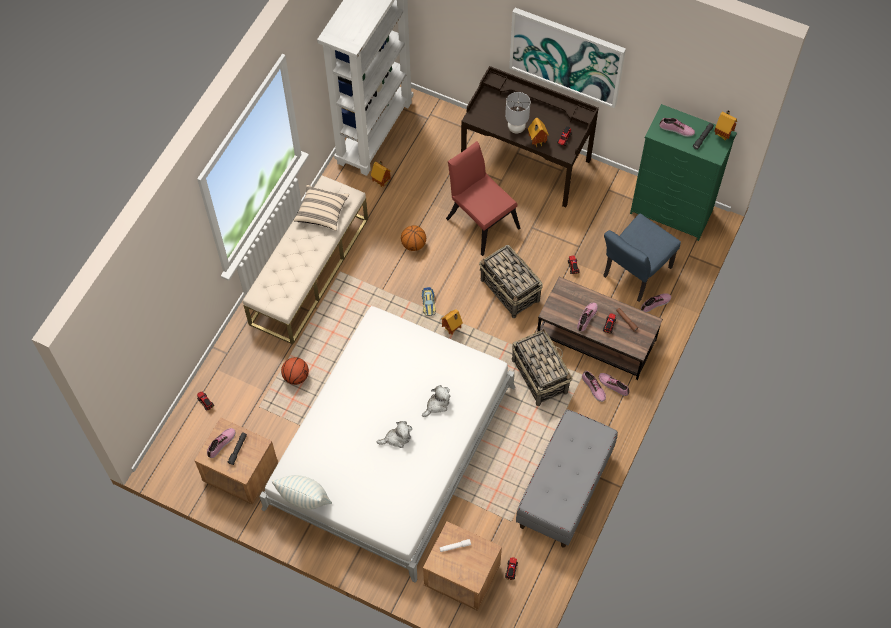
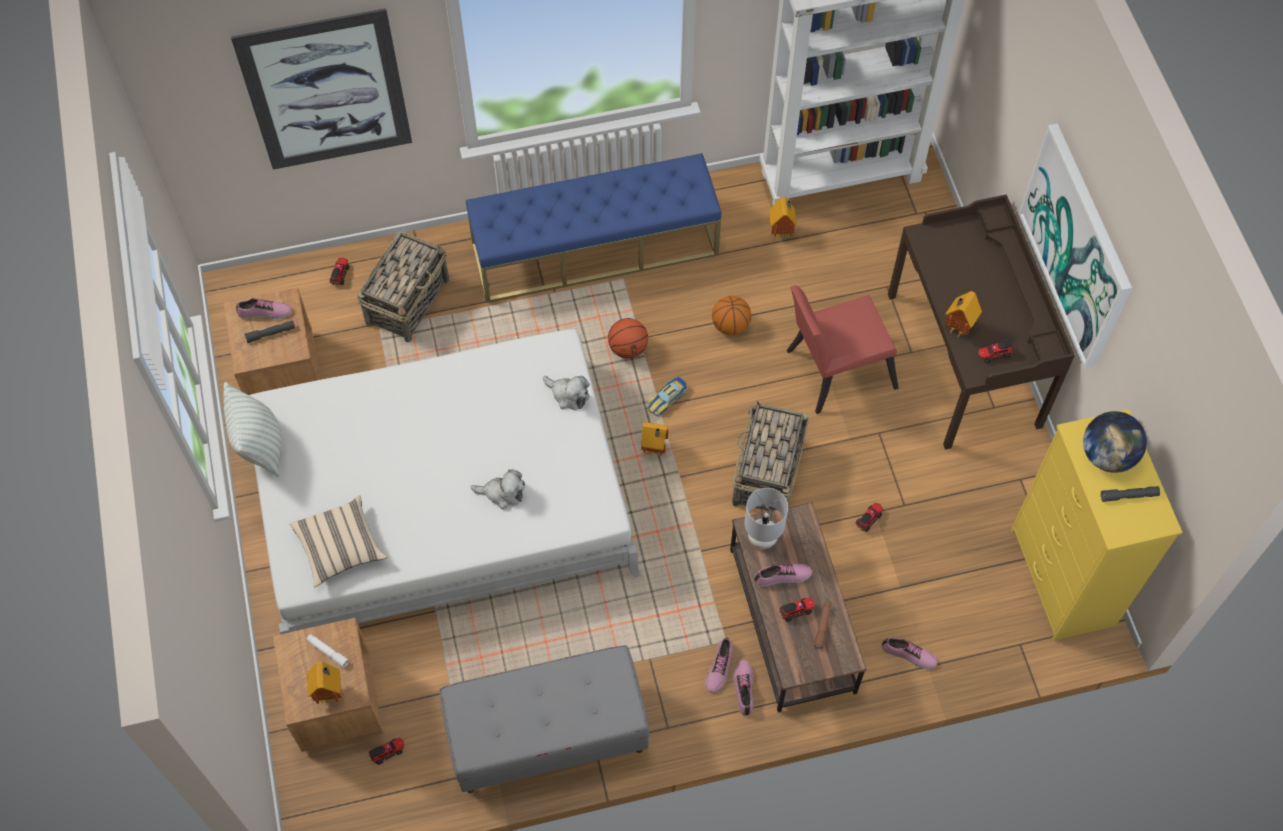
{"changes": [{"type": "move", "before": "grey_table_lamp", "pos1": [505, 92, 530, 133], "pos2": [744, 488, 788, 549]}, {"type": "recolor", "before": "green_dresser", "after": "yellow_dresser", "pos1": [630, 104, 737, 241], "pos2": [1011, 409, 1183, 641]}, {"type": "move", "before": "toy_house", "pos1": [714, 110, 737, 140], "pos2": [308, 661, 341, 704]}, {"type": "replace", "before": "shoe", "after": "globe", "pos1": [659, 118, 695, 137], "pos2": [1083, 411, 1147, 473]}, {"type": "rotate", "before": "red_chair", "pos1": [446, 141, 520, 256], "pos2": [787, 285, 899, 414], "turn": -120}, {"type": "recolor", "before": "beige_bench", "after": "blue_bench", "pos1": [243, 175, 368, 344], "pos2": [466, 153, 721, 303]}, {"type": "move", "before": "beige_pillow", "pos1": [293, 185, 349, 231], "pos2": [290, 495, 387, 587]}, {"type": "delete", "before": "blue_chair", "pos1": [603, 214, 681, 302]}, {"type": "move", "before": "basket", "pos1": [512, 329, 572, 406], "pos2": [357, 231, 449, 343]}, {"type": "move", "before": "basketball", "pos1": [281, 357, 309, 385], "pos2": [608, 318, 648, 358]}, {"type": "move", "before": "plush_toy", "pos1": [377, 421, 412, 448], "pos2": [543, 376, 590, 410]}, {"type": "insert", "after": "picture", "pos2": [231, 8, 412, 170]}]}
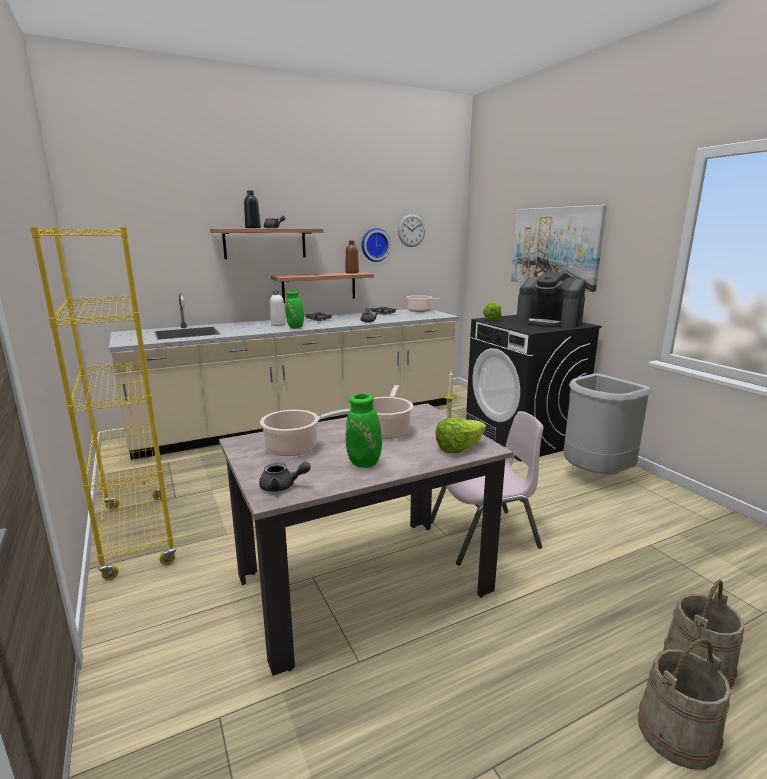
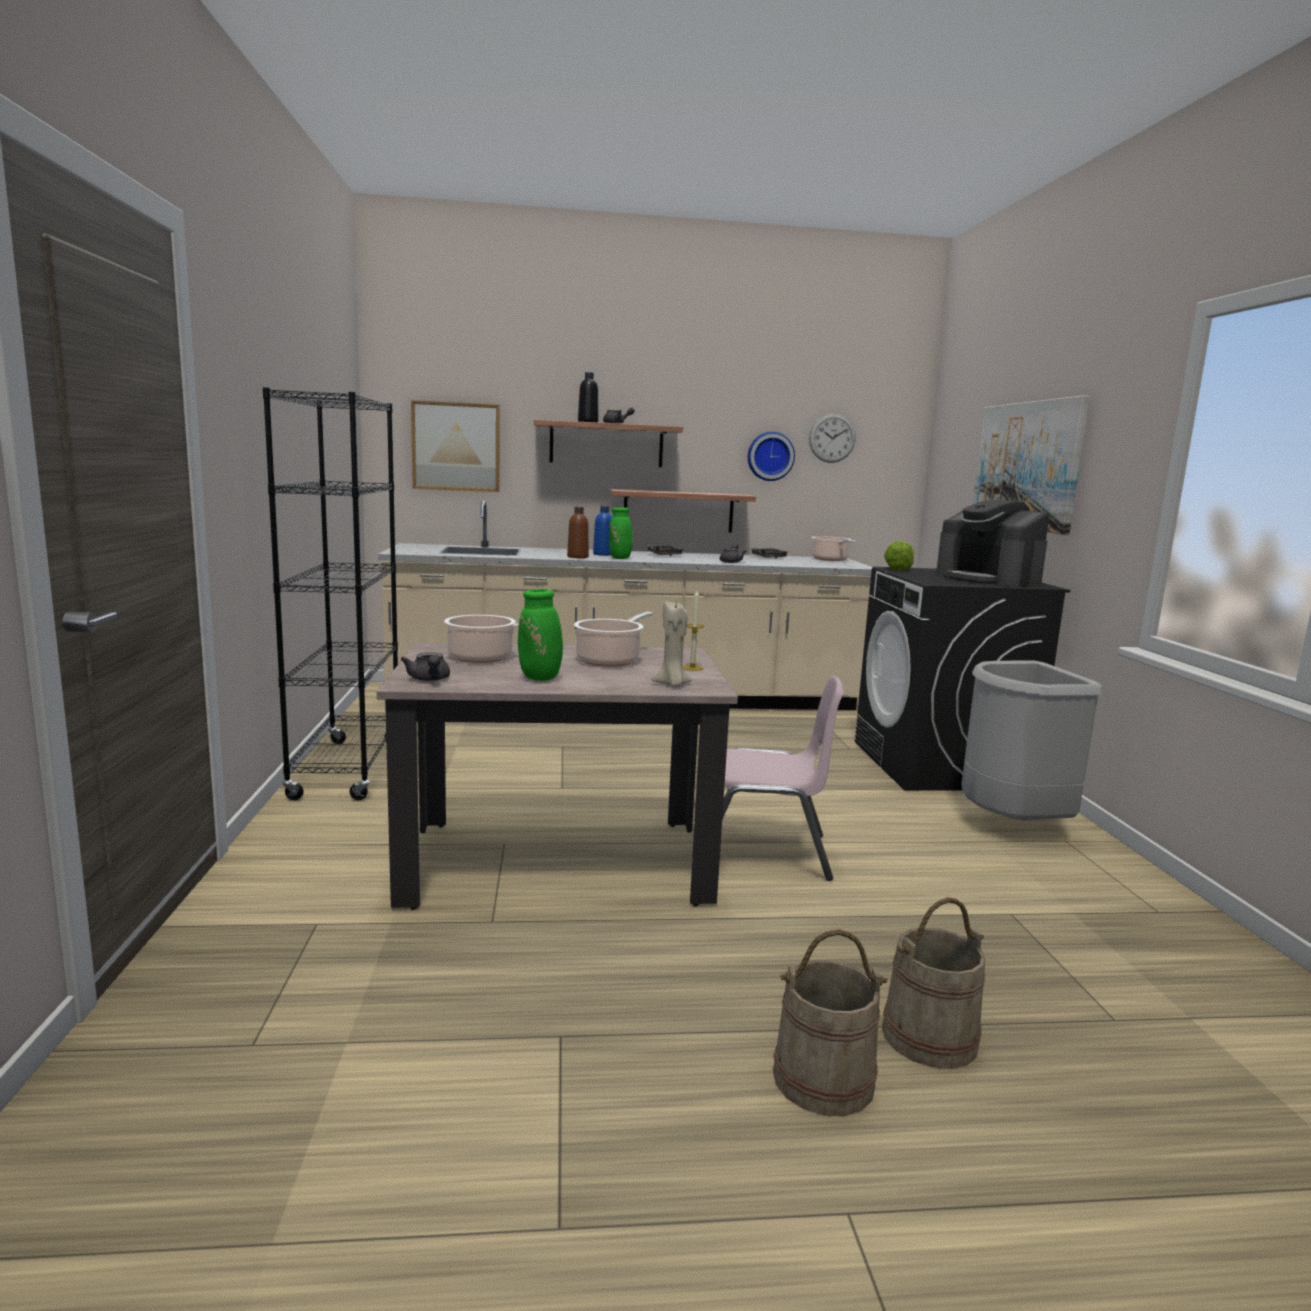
{"changes": [{"type": "recolor", "before": "yellow_bookcase", "after": "black_bookcase", "pos1": [30, 227, 177, 580], "pos2": [263, 387, 398, 800]}, {"type": "move", "before": "brown_bottle", "pos1": [345, 240, 359, 273], "pos2": [567, 507, 589, 558]}, {"type": "recolor", "before": "white_bottle", "after": "blue_bottle", "pos1": [270, 290, 286, 326], "pos2": [593, 506, 612, 556]}, {"type": "replace", "before": "lettuce", "after": "beige_candle", "pos1": [435, 418, 486, 453], "pos2": [652, 601, 692, 686]}, {"type": "rotate", "before": "grey_teapot", "pos1": [259, 462, 311, 492], "pos2": [401, 652, 450, 681], "turn": 45}, {"type": "insert", "after": "picture", "pos2": [411, 400, 500, 492]}]}
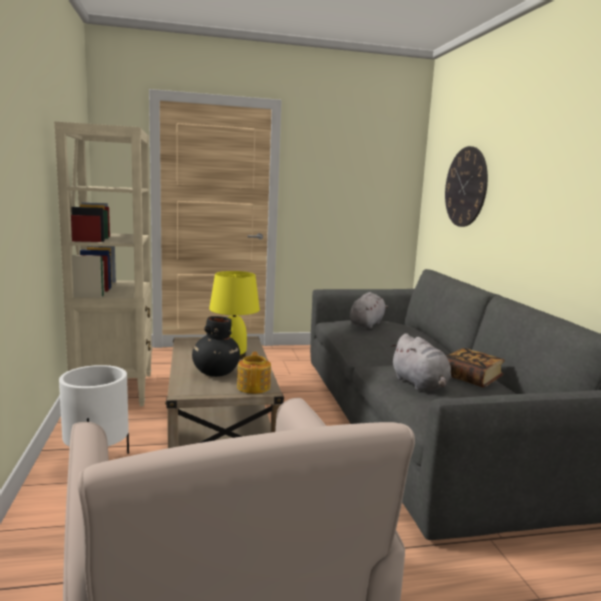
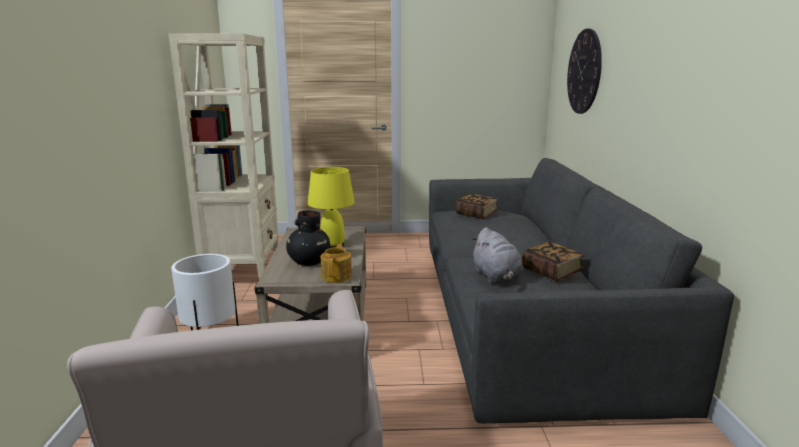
{"changes": [{"type": "replace", "before": "grey_plush_toy", "after": "book", "pos1": [350, 292, 388, 329], "pos2": [456, 194, 498, 219]}]}
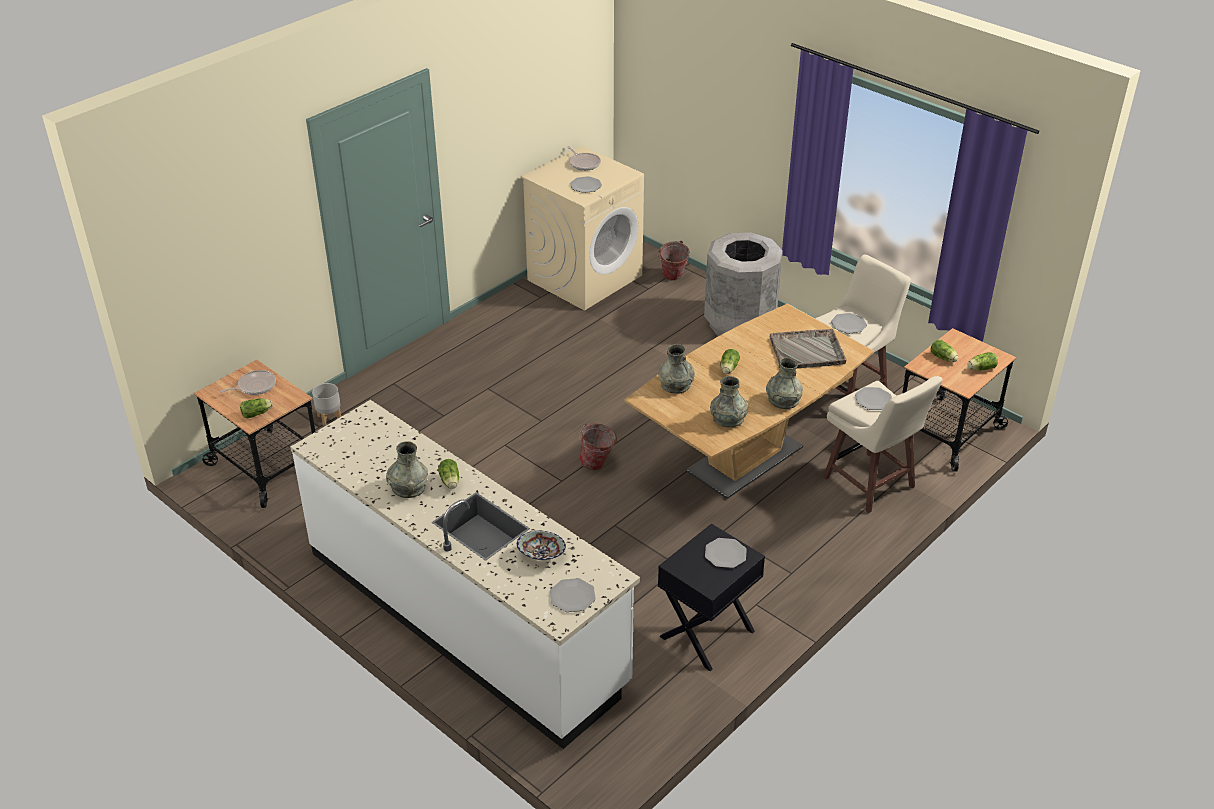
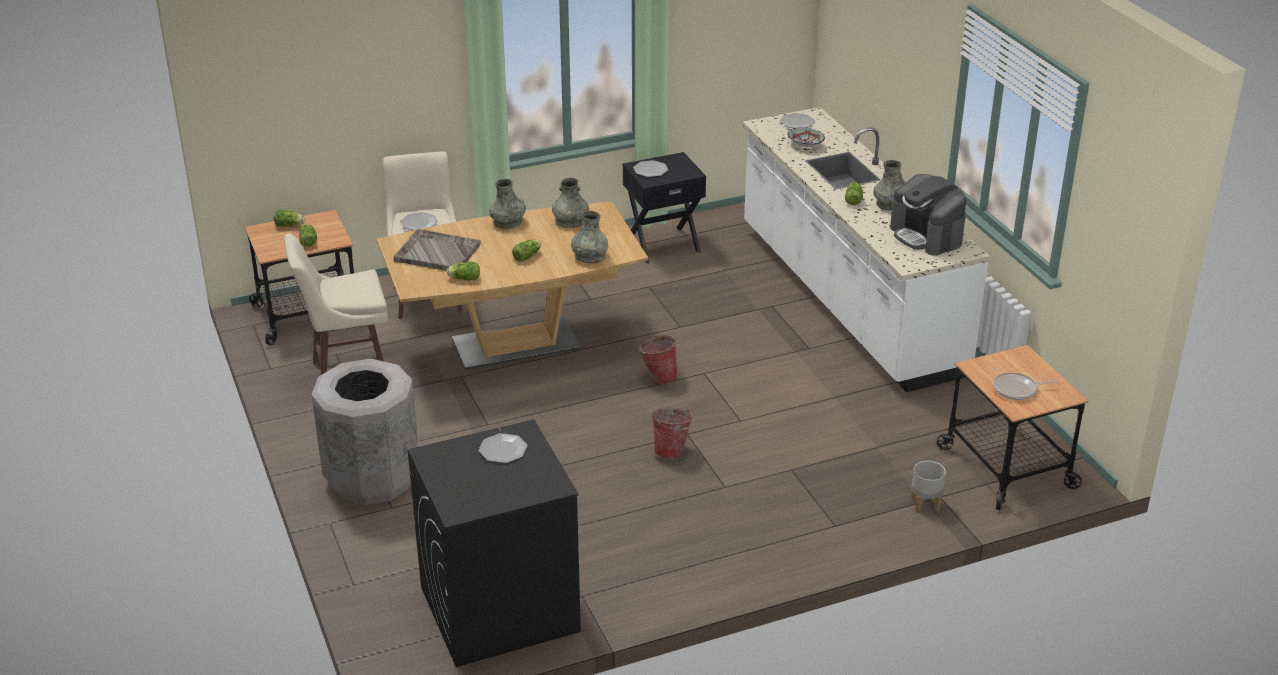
{"changes": [{"type": "recolor", "before": "beige_washing_machine", "after": "black_washing_machine", "pos1": [521, 146, 644, 311], "pos2": [408, 419, 581, 667]}, {"type": "delete", "before": "frying_pan", "pos1": [567, 146, 601, 171]}, {"type": "move", "before": "bucket", "pos1": [658, 241, 690, 281], "pos2": [652, 407, 694, 459]}, {"type": "delete", "before": "plate", "pos1": [831, 313, 867, 334]}, {"type": "move", "before": "lettuce", "pos1": [240, 398, 273, 418], "pos2": [447, 262, 480, 280]}, {"type": "insert", "after": "coffee_machine", "pos2": [890, 174, 966, 256]}]}
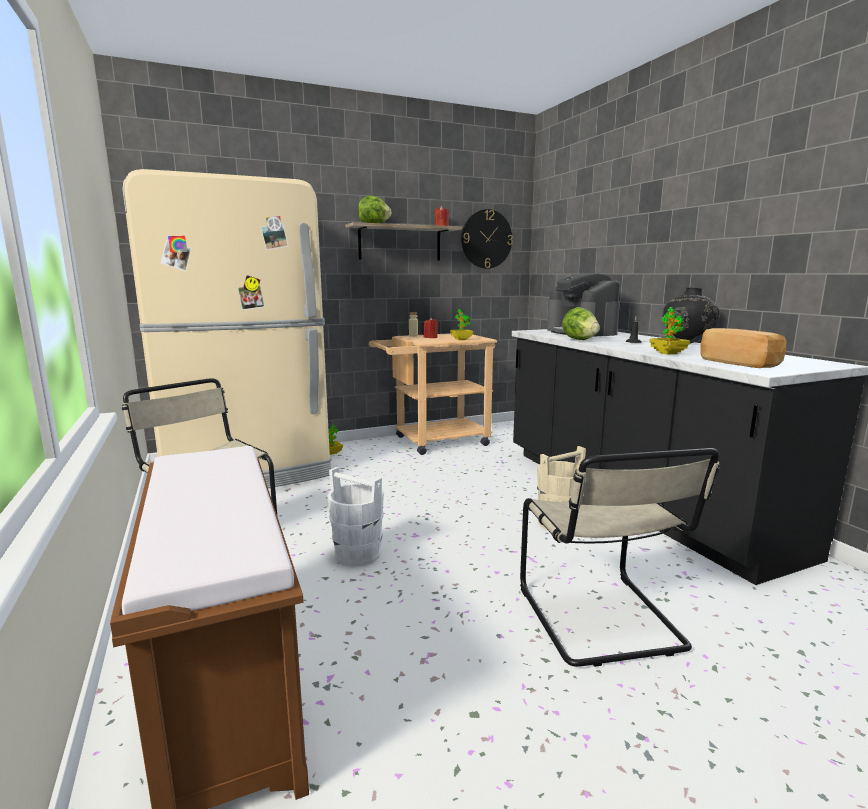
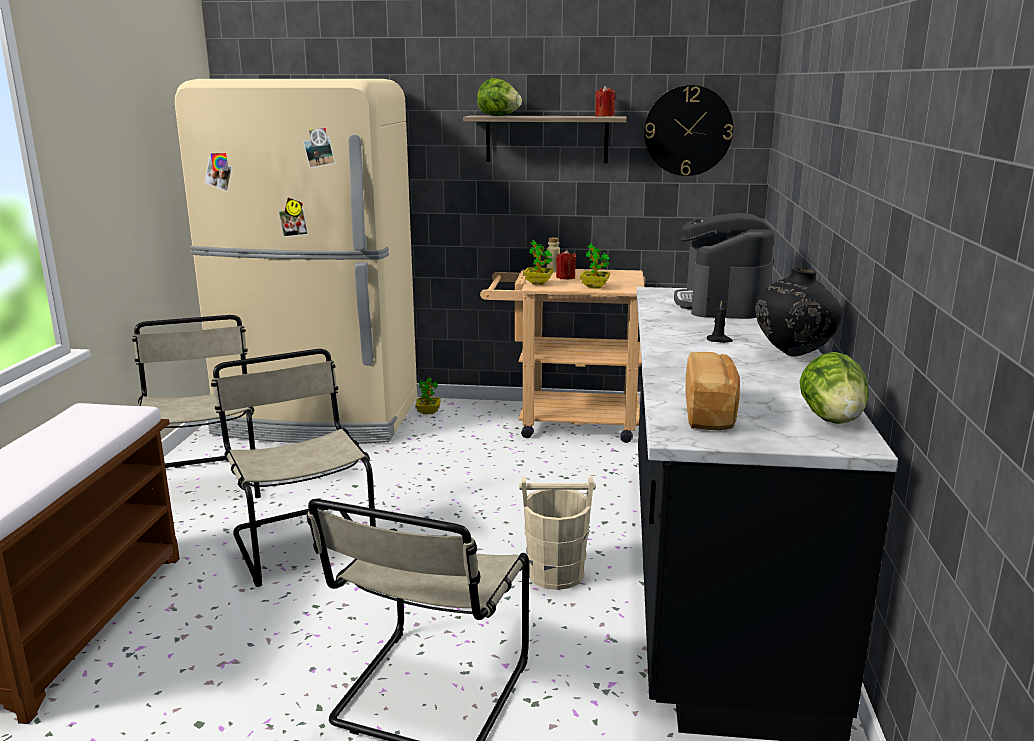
{"changes": [{"type": "move", "before": "lettuce", "pos1": [562, 307, 600, 340], "pos2": [800, 352, 869, 424]}, {"type": "move", "before": "potted_plant", "pos1": [649, 307, 690, 355], "pos2": [523, 240, 553, 285]}, {"type": "replace", "before": "white_bucket", "after": "beige_chair", "pos1": [327, 467, 384, 567], "pos2": [211, 349, 376, 587]}]}
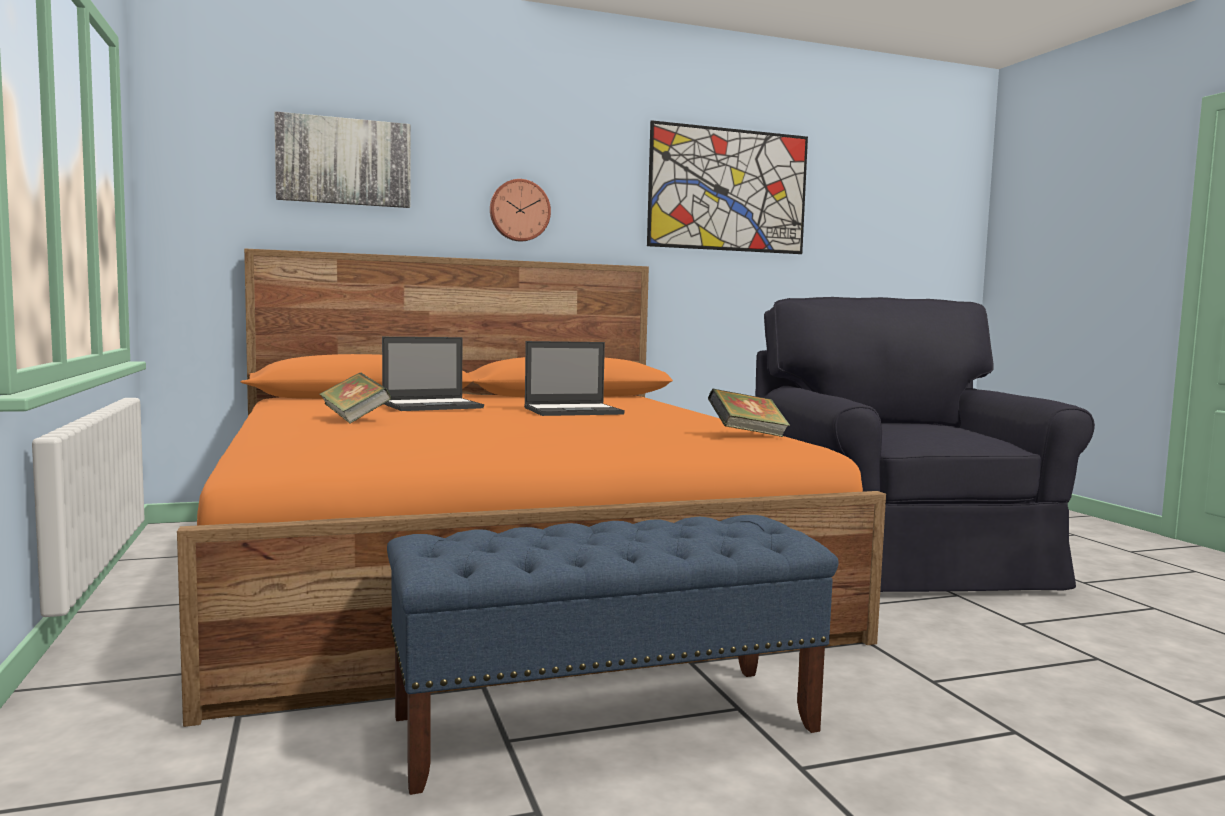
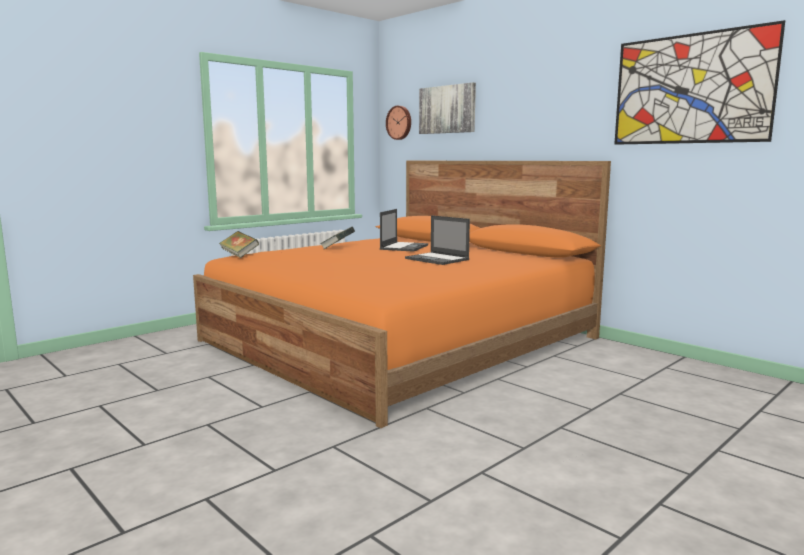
{"changes": [{"type": "move", "before": "wall_clock", "pos1": [490, 179, 551, 242], "pos2": [386, 106, 411, 140]}, {"type": "delete", "before": "black_armchair", "pos1": [756, 297, 1095, 592]}, {"type": "rotate", "before": "laptop", "pos1": [382, 337, 484, 411], "pos2": [380, 209, 428, 252], "turn": -105}, {"type": "move", "before": "book", "pos1": [708, 389, 790, 437], "pos2": [219, 231, 259, 258]}, {"type": "delete", "before": "blue_bench", "pos1": [387, 515, 839, 795]}]}
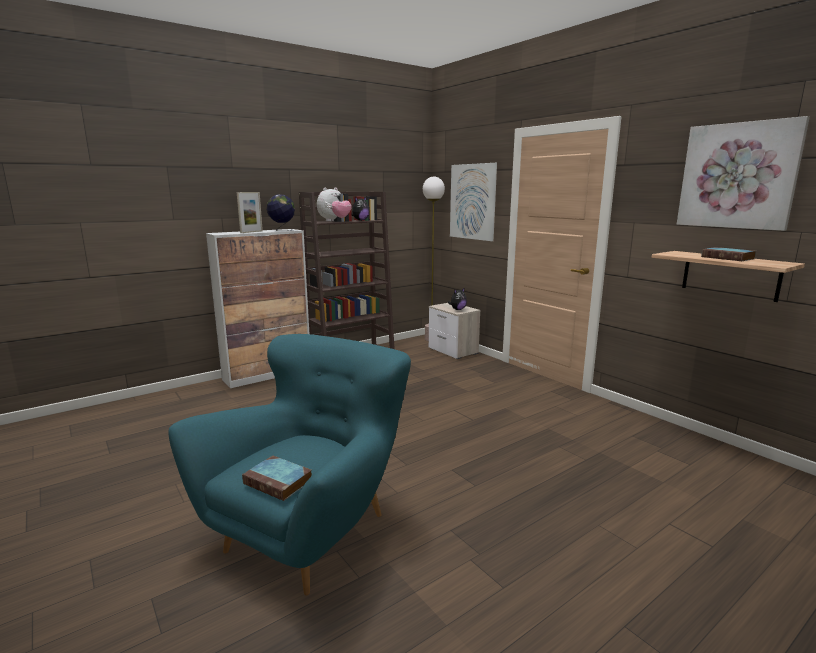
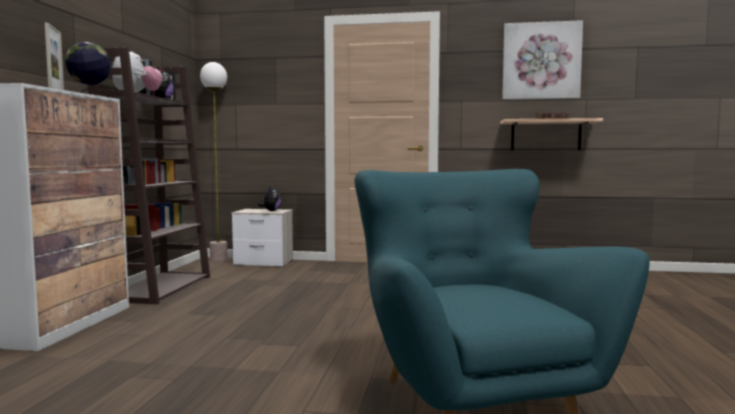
{"changes": [{"type": "delete", "before": "picture", "pos1": [450, 163, 497, 241]}, {"type": "delete", "before": "book", "pos1": [242, 456, 312, 501]}]}
